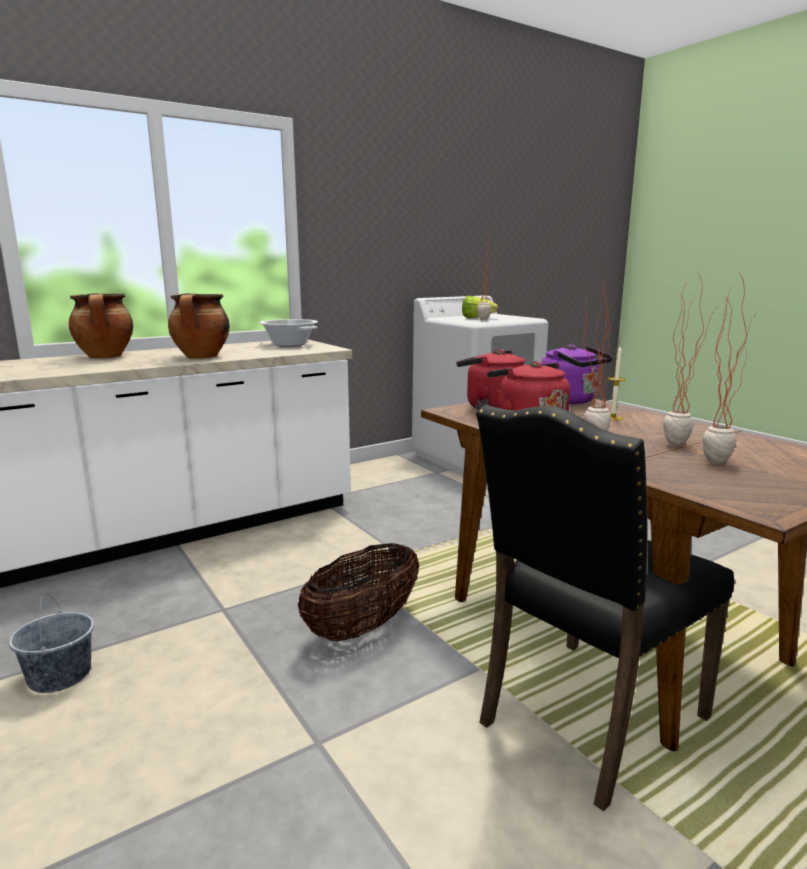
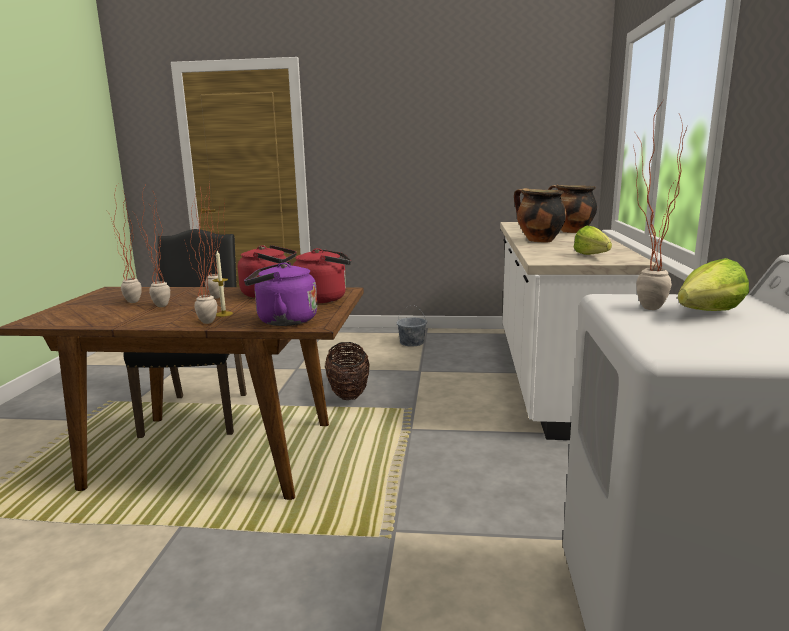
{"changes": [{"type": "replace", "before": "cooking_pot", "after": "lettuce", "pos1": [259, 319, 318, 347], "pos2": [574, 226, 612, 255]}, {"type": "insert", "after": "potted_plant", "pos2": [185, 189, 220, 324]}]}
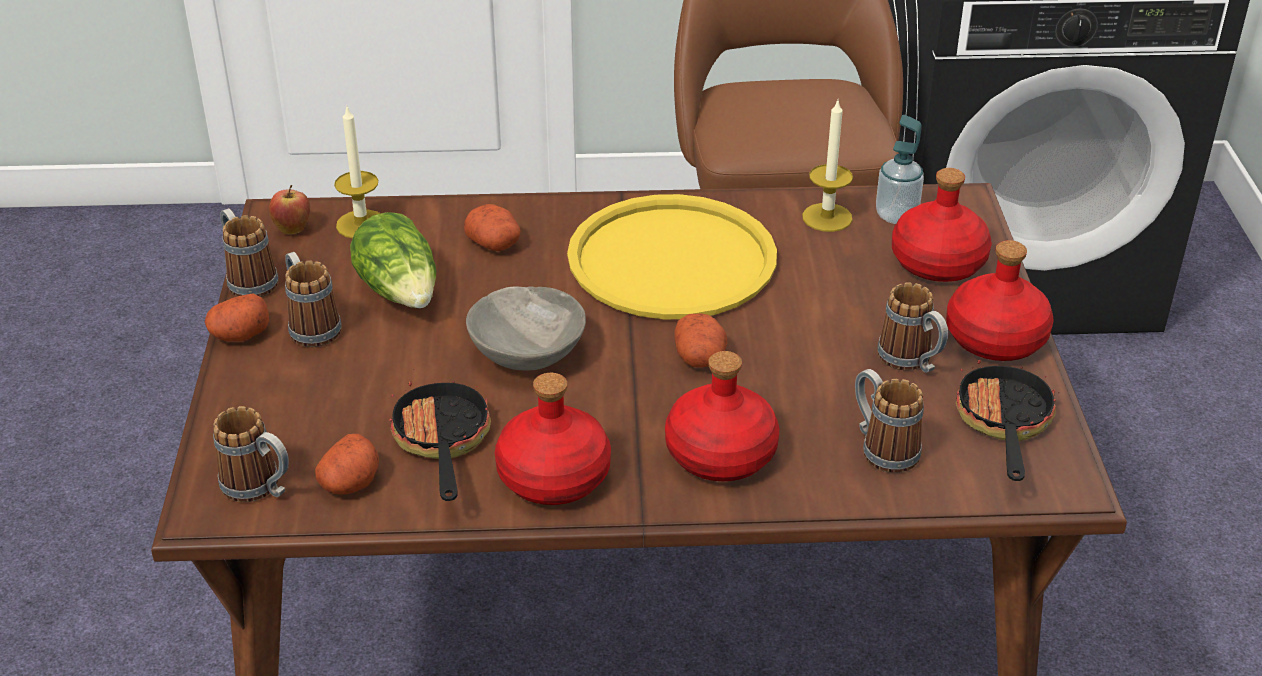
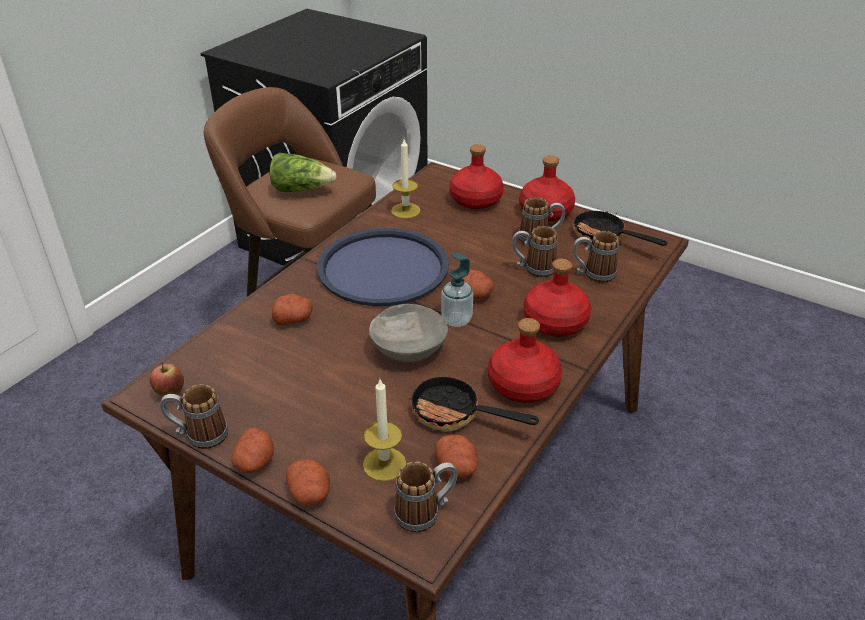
{"changes": [{"type": "move", "before": "candle", "pos1": [334, 105, 381, 238], "pos2": [363, 379, 407, 482]}, {"type": "move", "before": "soap_dispenser", "pos1": [876, 115, 924, 224], "pos2": [441, 253, 473, 327]}, {"type": "recolor", "before": "yellow_tray", "after": "blue_tray", "pos1": [567, 194, 777, 319], "pos2": [317, 228, 449, 306]}, {"type": "move", "before": "lettuce", "pos1": [350, 212, 436, 308], "pos2": [270, 153, 337, 192]}, {"type": "move", "before": "mug", "pos1": [285, 252, 341, 347], "pos2": [512, 226, 558, 278]}, {"type": "insert", "after": "potato", "pos2": [286, 459, 330, 506]}]}
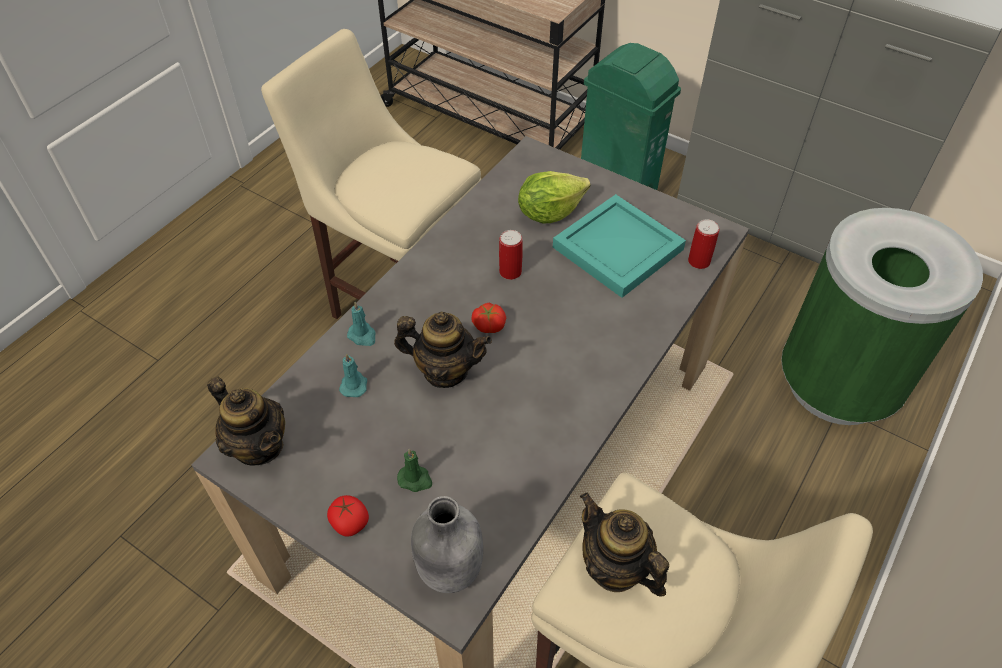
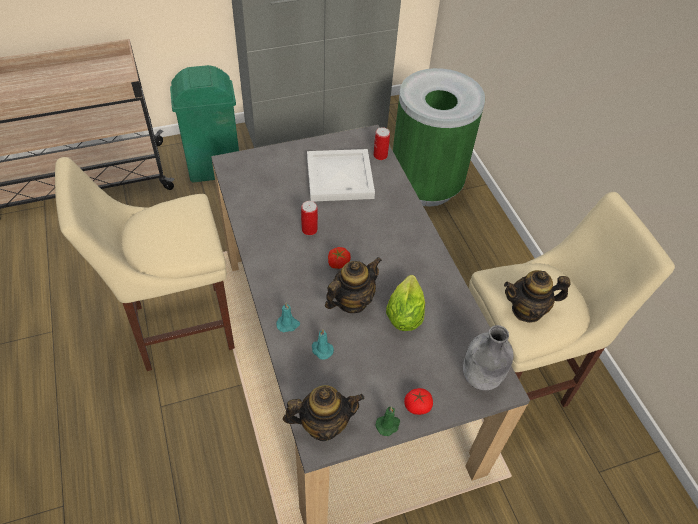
{"changes": [{"type": "move", "before": "lettuce", "pos1": [518, 171, 590, 223], "pos2": [386, 275, 425, 331]}, {"type": "recolor", "before": "turquoise_tray", "after": "white_tray", "pos1": [553, 194, 686, 298], "pos2": [307, 149, 375, 202]}, {"type": "move", "before": "green_candle", "pos1": [397, 449, 432, 492], "pos2": [376, 407, 400, 436]}]}
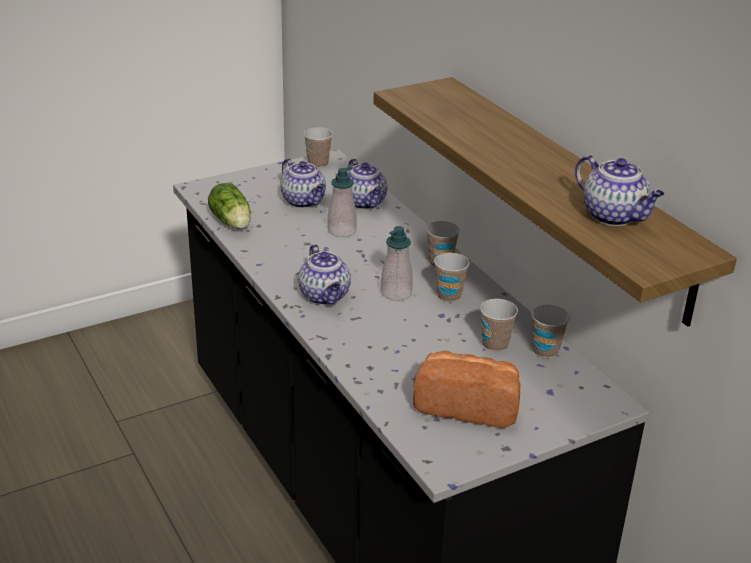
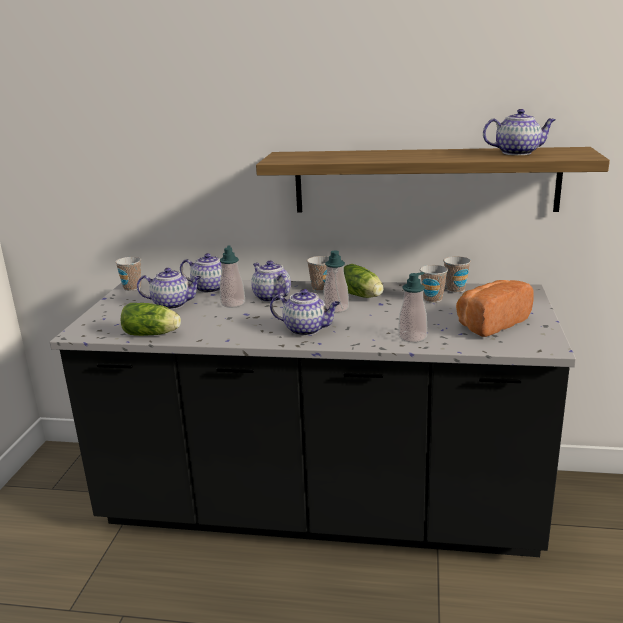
{"changes": [{"type": "replace", "before": "cup", "after": "lettuce", "pos1": [434, 252, 470, 302], "pos2": [344, 264, 383, 298]}, {"type": "insert", "after": "teapot", "pos2": [251, 260, 291, 302]}, {"type": "insert", "after": "soap_dispenser", "pos2": [399, 272, 427, 343]}]}
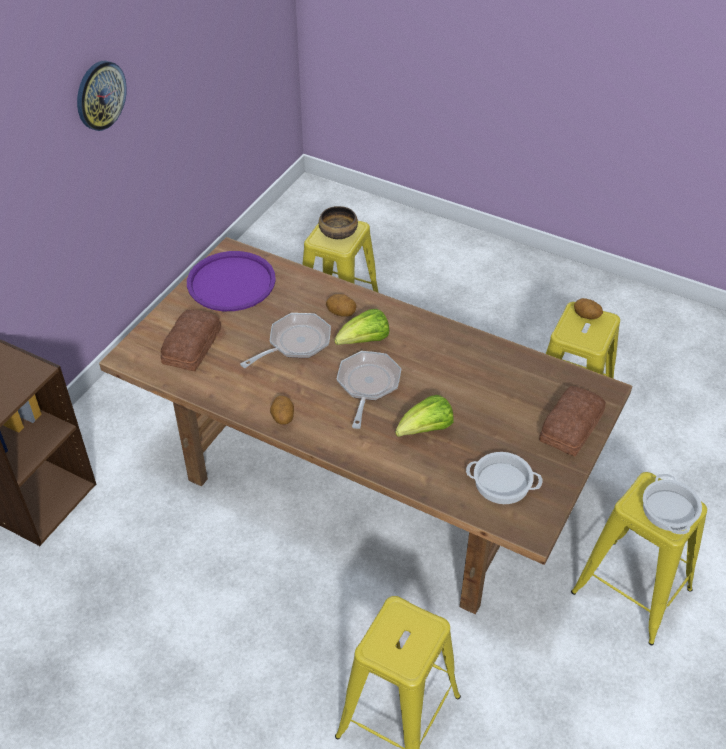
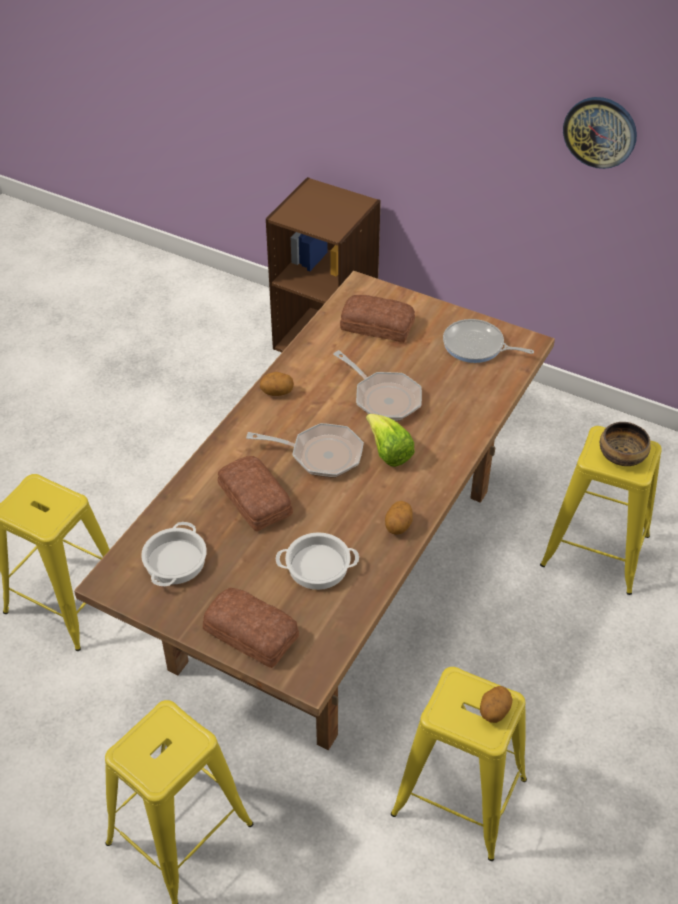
{"changes": [{"type": "replace", "before": "purple_tray", "after": "frying_pan", "pos1": [187, 251, 276, 311], "pos2": [443, 319, 534, 363]}, {"type": "move", "before": "potato", "pos1": [326, 294, 356, 317], "pos2": [385, 501, 413, 535]}, {"type": "replace", "before": "lettuce", "after": "bread", "pos1": [395, 395, 454, 437], "pos2": [218, 456, 293, 532]}, {"type": "move", "before": "cooking_pot", "pos1": [643, 474, 702, 534], "pos2": [276, 532, 359, 590]}]}
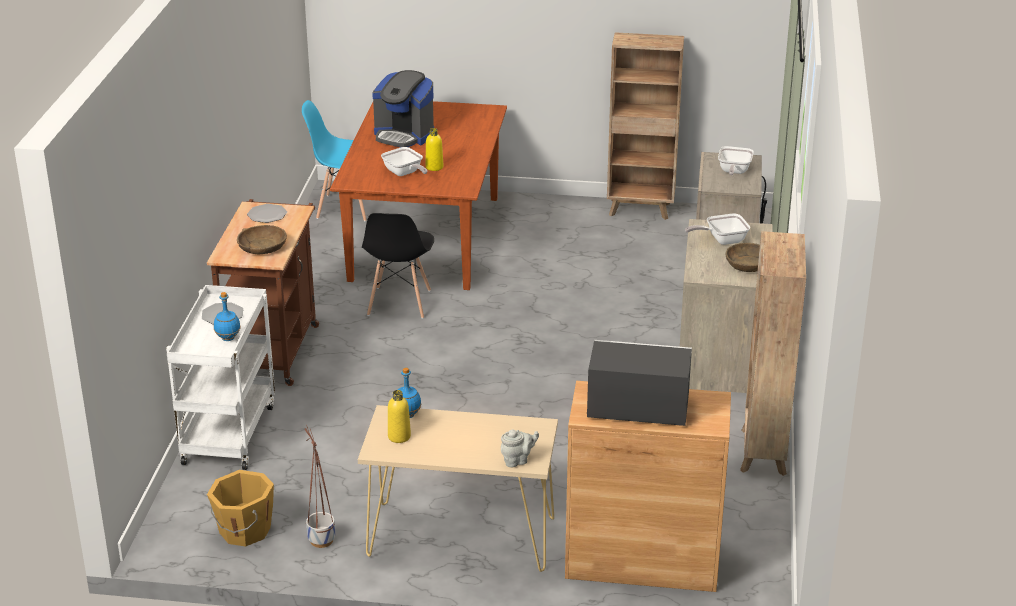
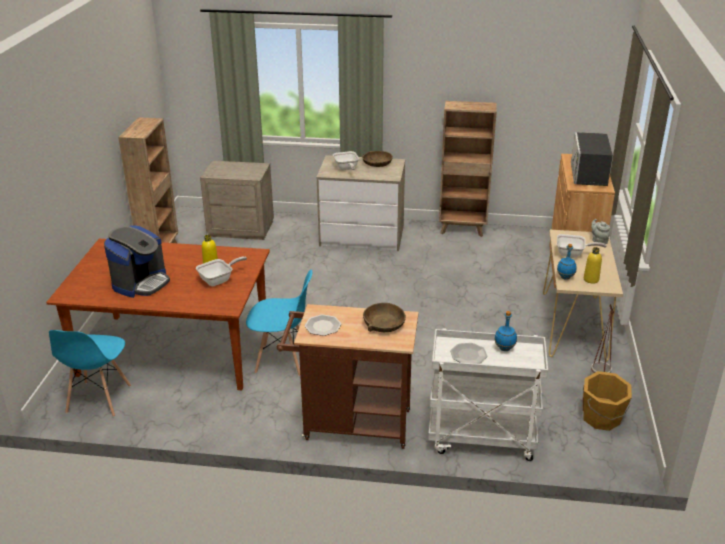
{"changes": [{"type": "move", "before": "frying_pan", "pos1": [718, 146, 754, 175], "pos2": [557, 234, 607, 258]}, {"type": "recolor", "before": "black_chair", "after": "blue_chair", "pos1": [362, 213, 434, 319], "pos2": [246, 270, 312, 376]}]}
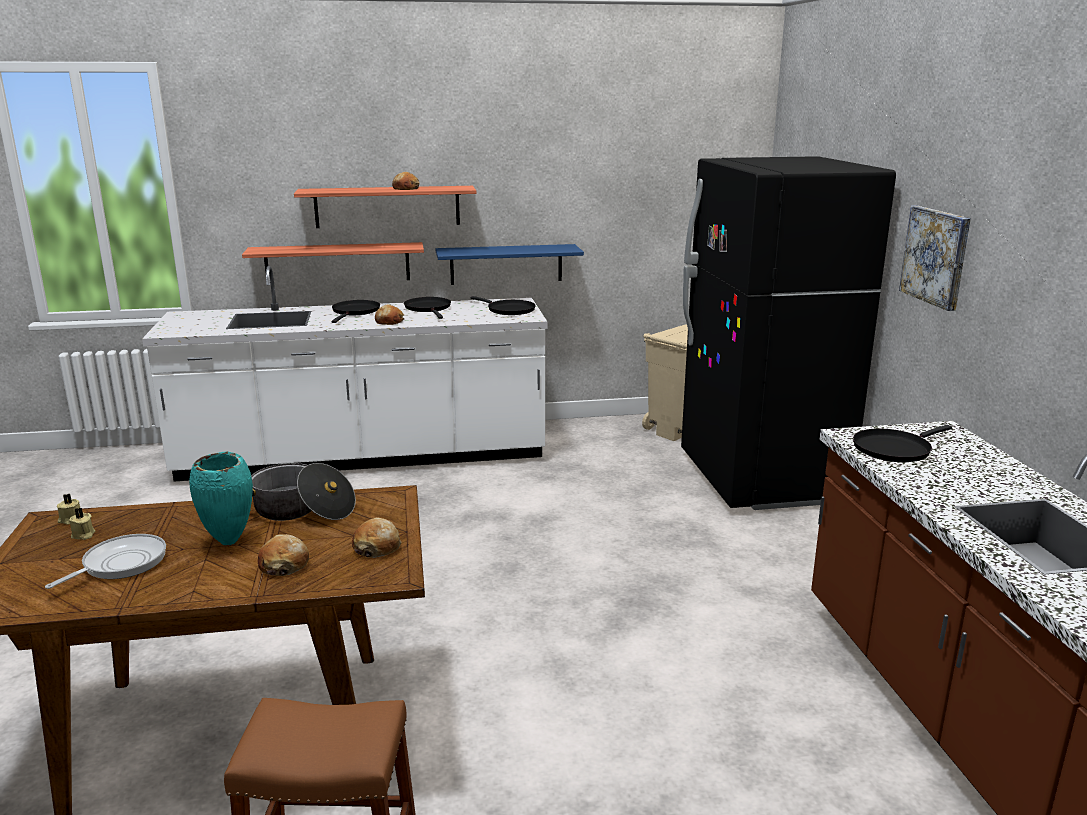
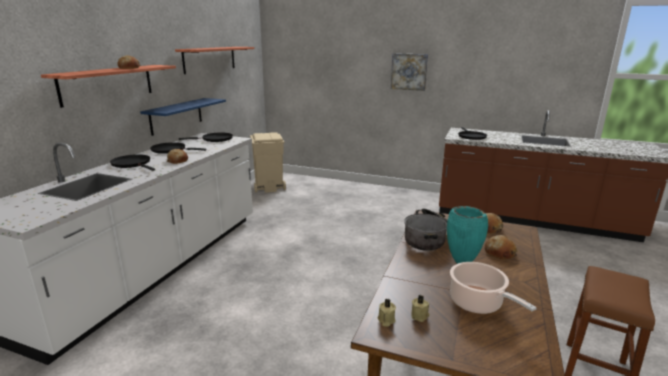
{"changes": [{"type": "delete", "before": "black_fridge", "pos1": [681, 156, 896, 510]}, {"type": "move", "before": "shelf", "pos1": [242, 242, 424, 280], "pos2": [175, 47, 254, 74]}, {"type": "replace", "before": "frying_pan", "after": "cooking_pot", "pos1": [45, 534, 166, 589], "pos2": [450, 262, 536, 314]}]}
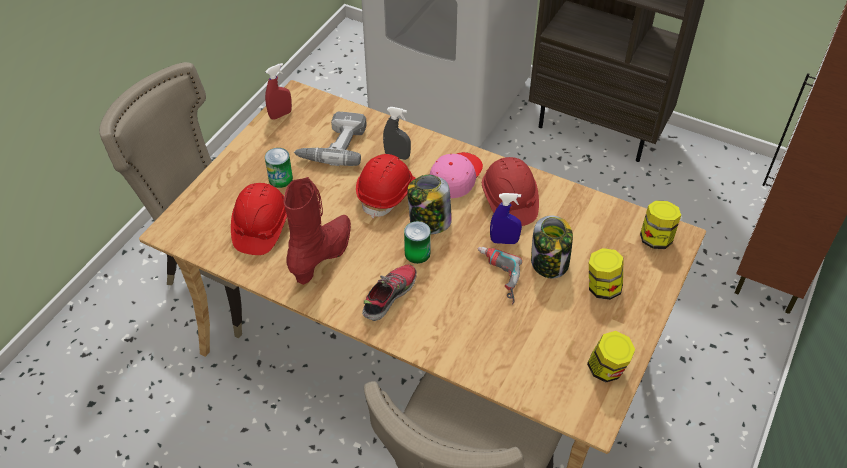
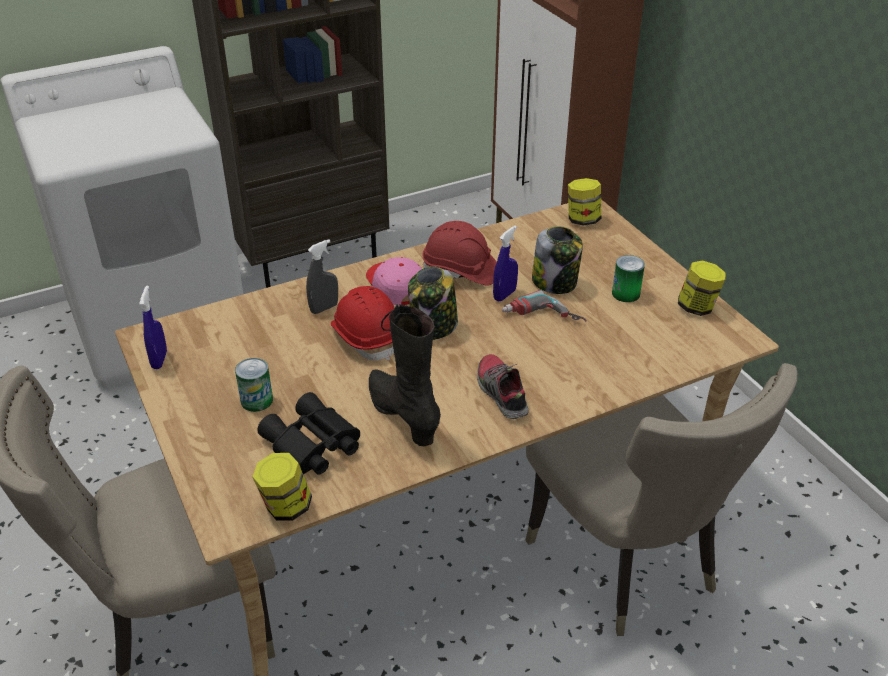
{"changes": [{"type": "recolor", "before": "red_spray_bottle", "after": "blue_spray_bottle", "pos1": [265, 63, 292, 120], "pos2": [139, 286, 167, 369]}, {"type": "delete", "before": "power_drill", "pos1": [294, 112, 367, 166]}, {"type": "recolor", "before": "red_boot", "after": "black_boot", "pos1": [284, 177, 351, 285], "pos2": [369, 304, 441, 446]}, {"type": "replace", "before": "red_hard_hat", "after": "black_binoculars", "pos1": [231, 183, 287, 255], "pos2": [257, 392, 360, 475]}, {"type": "move", "before": "can", "pos1": [404, 221, 431, 264], "pos2": [612, 255, 645, 302]}, {"type": "move", "before": "jar", "pos1": [589, 248, 623, 300], "pos2": [252, 453, 312, 520]}]}
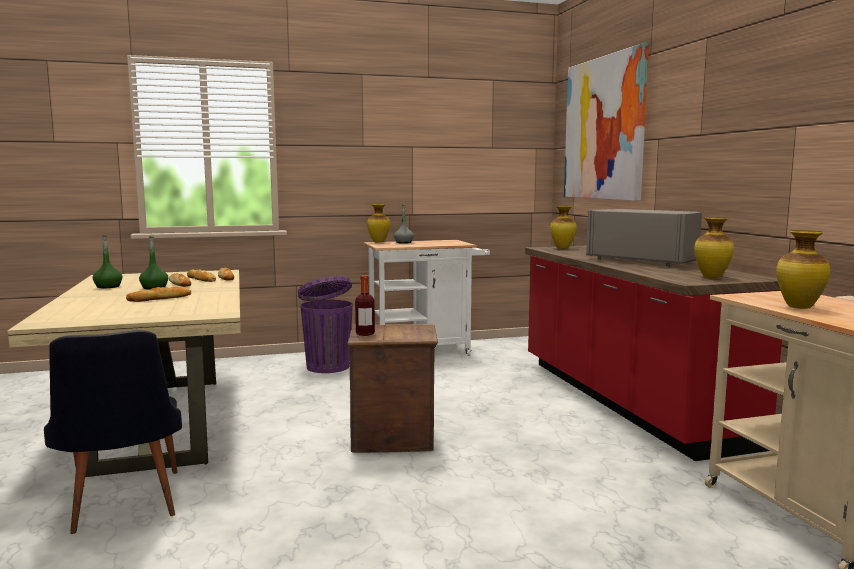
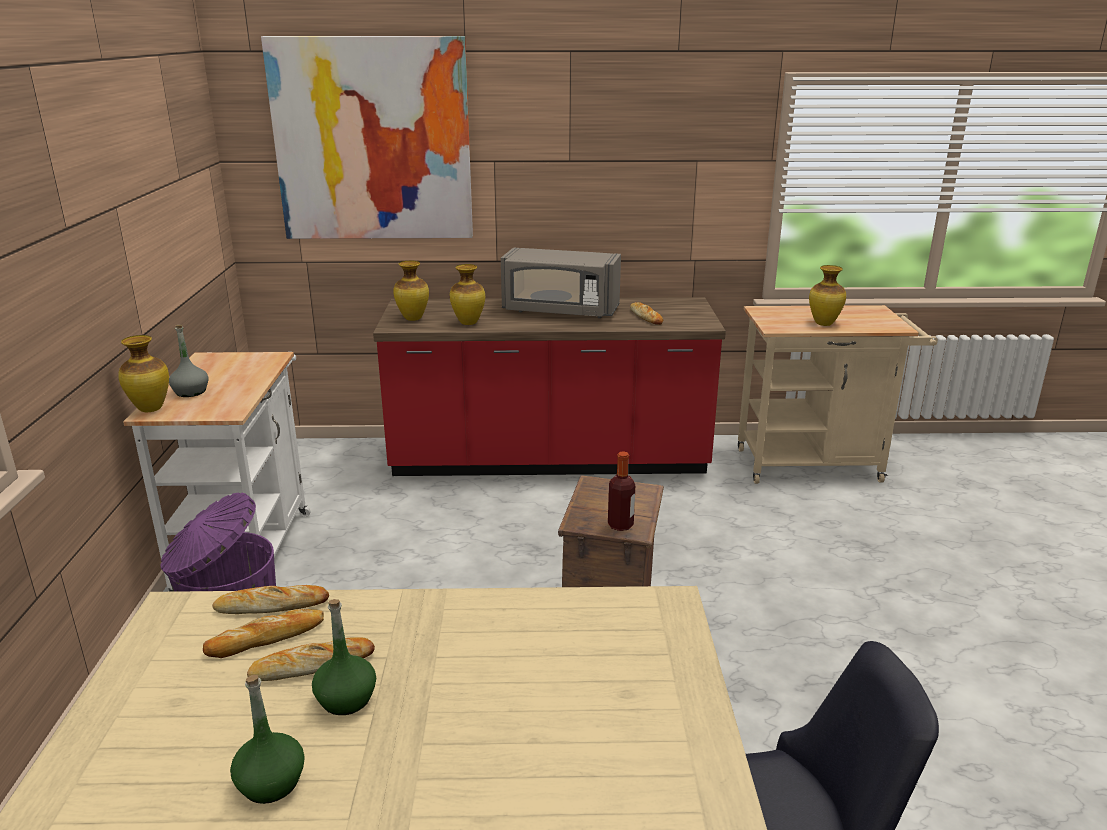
{"changes": [{"type": "rotate", "before": "grey_microwave", "pos1": [586, 209, 702, 266], "pos2": [501, 247, 621, 318], "turn": -135}, {"type": "move", "before": "vase", "pos1": [694, 217, 734, 278], "pos2": [450, 264, 485, 325]}, {"type": "move", "before": "bread", "pos1": [126, 287, 191, 302], "pos2": [630, 302, 663, 325]}]}
